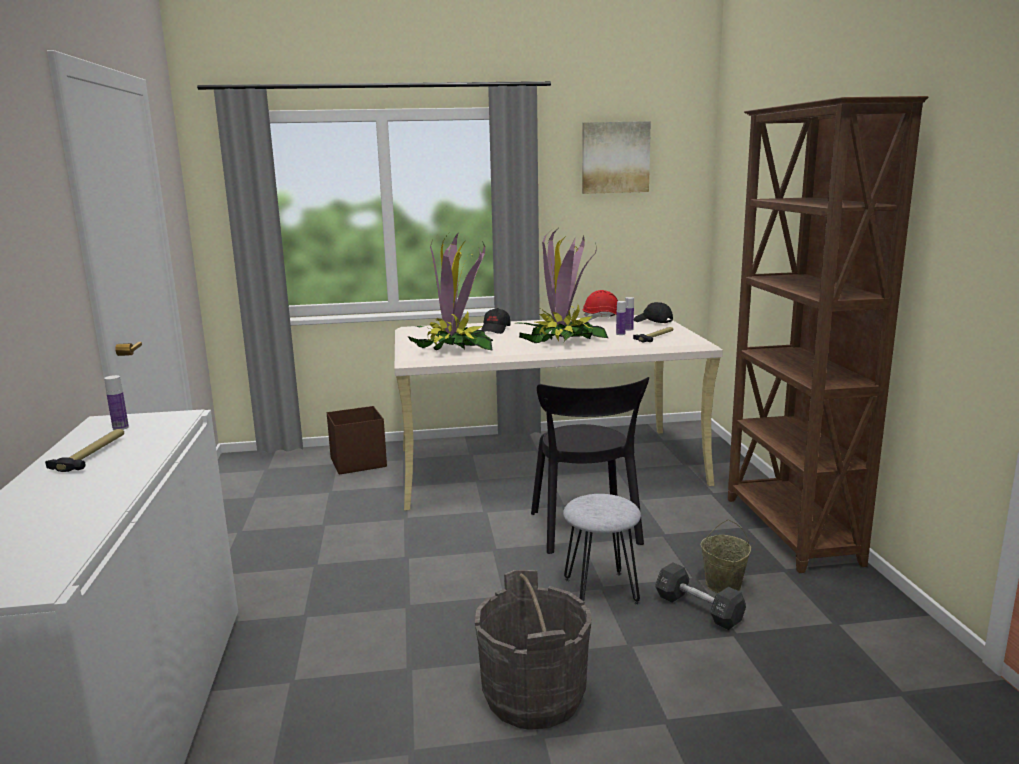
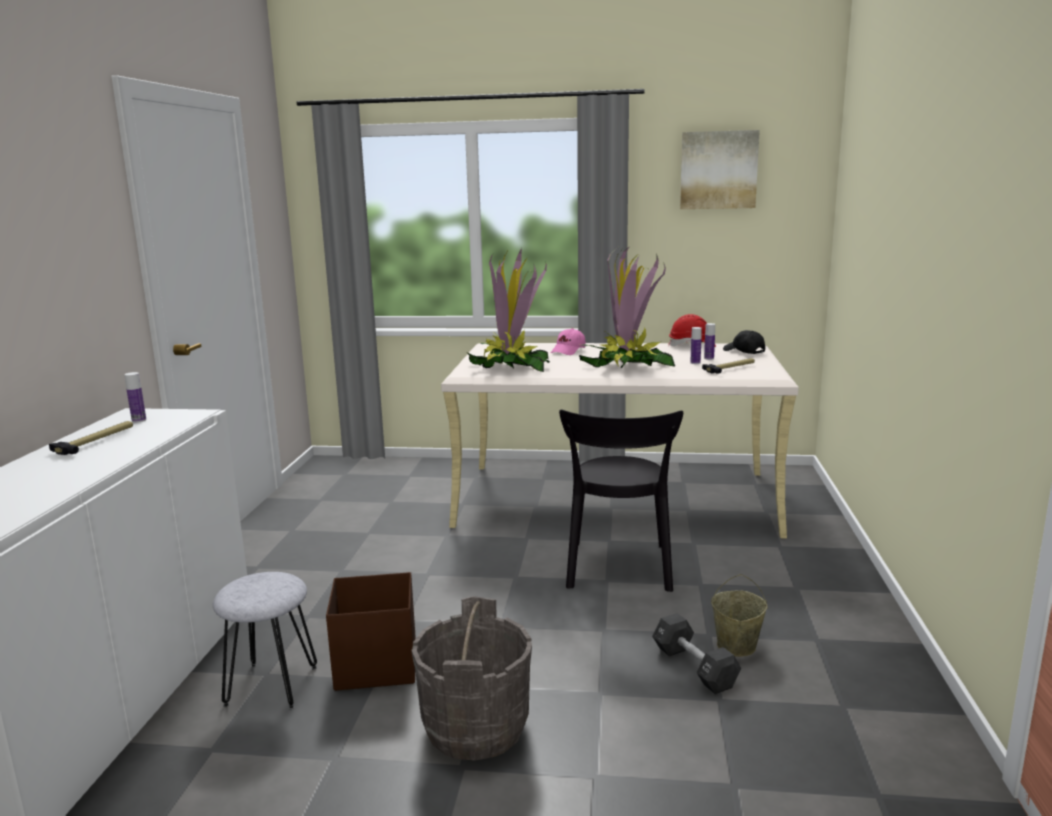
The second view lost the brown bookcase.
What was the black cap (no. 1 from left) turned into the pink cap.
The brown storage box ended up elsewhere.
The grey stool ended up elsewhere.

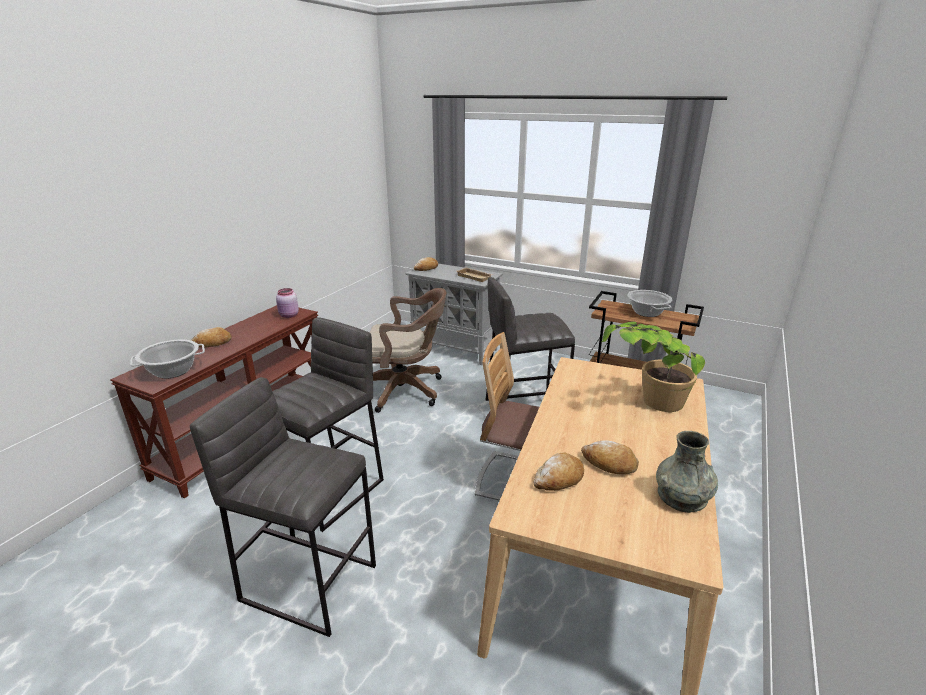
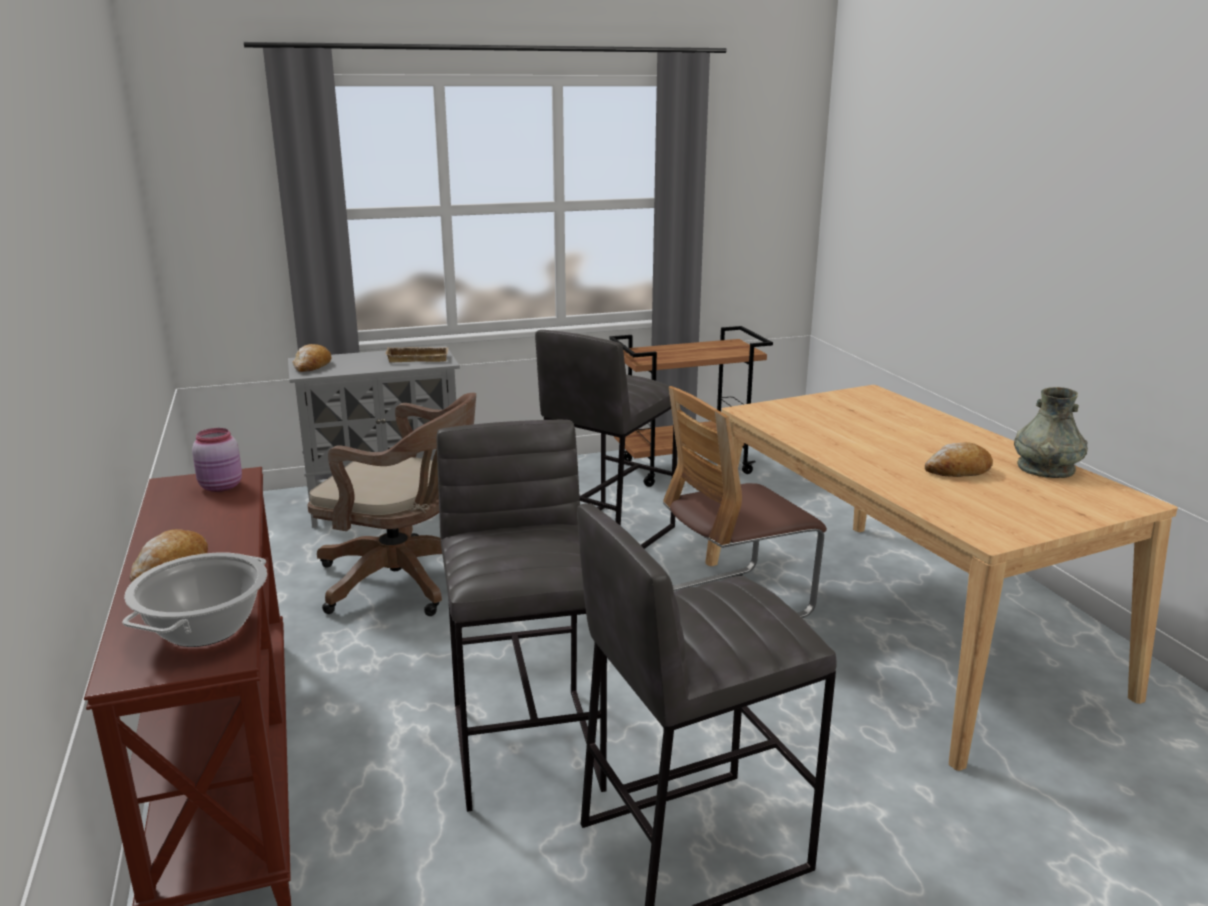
The brown office chair ended up facing another way, 60 degrees clockwise from before.
The second view lost the cooking pot (no. 2 from left).
The second view lost the potted plant.
The second view lost the bread (no. 3 from left).

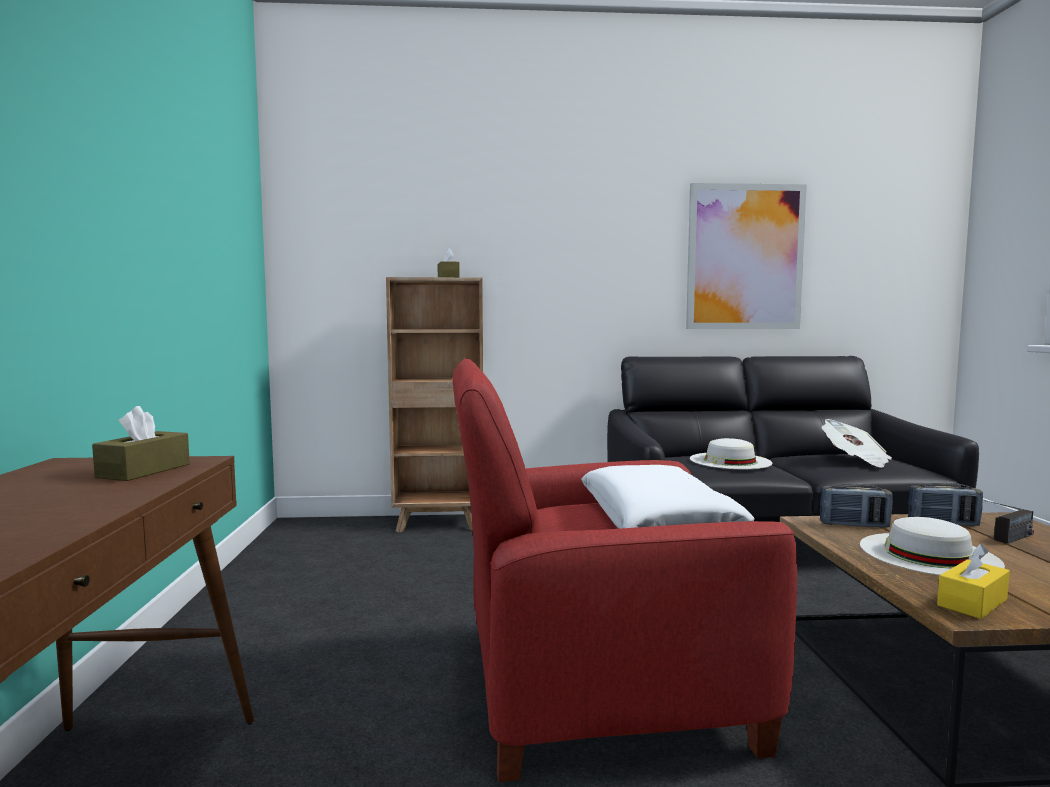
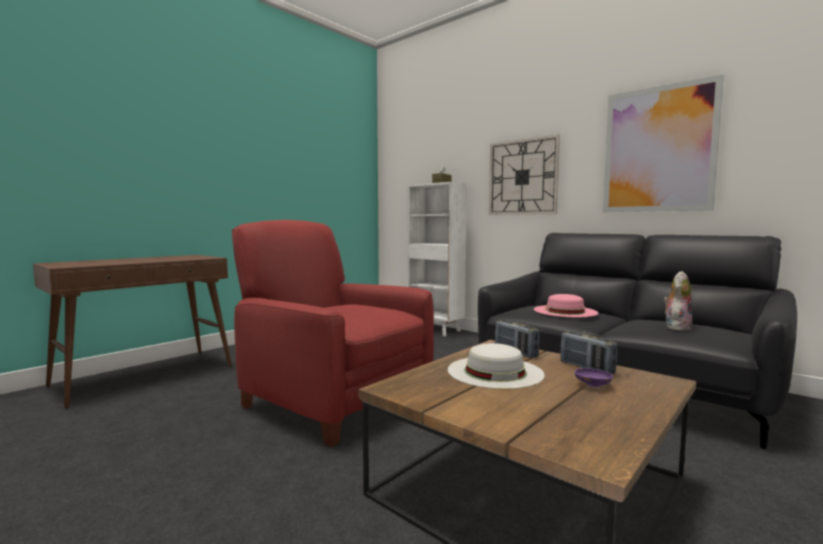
What was the brown bookcase turned into the white bookcase.
The second view lost the brown tissue box (no. 1 from left).
Where the newspaper stood, the plush toy came to stand.
What was the white hat (no. 1 from left) turned into the pink hat.
The second view lost the white pillow.
Where the radio (no. 3 from left) stood, the purple bowl came to stand.
The second view lost the yellow tissue box.
The second view gained the wall clock.

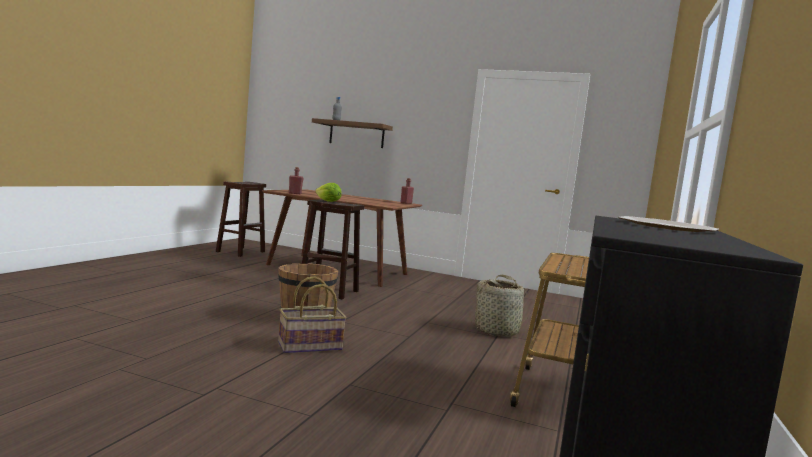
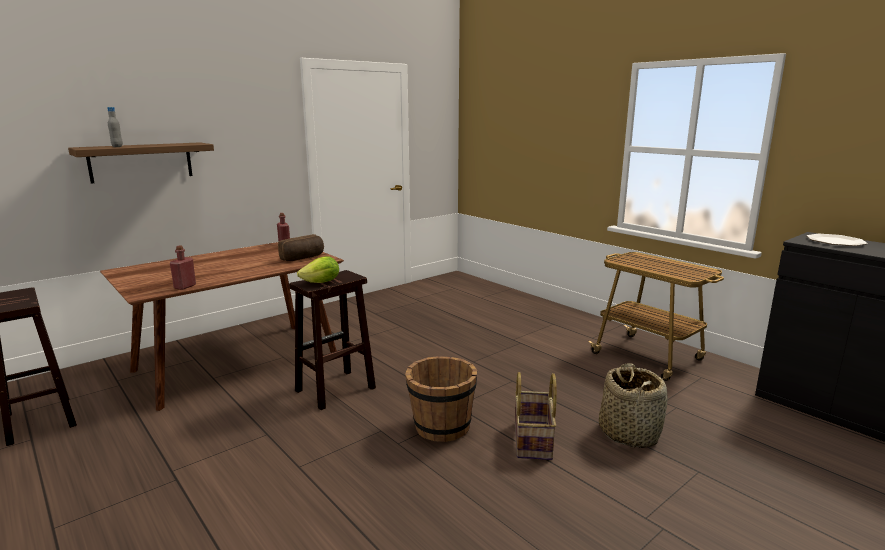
The basket (no. 2 from left) ended up elsewhere.
The second view gained the bread.

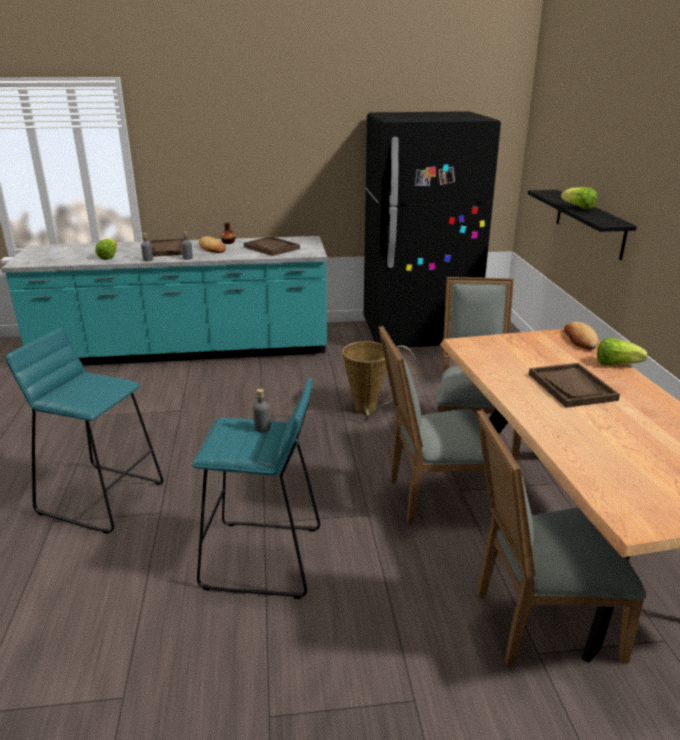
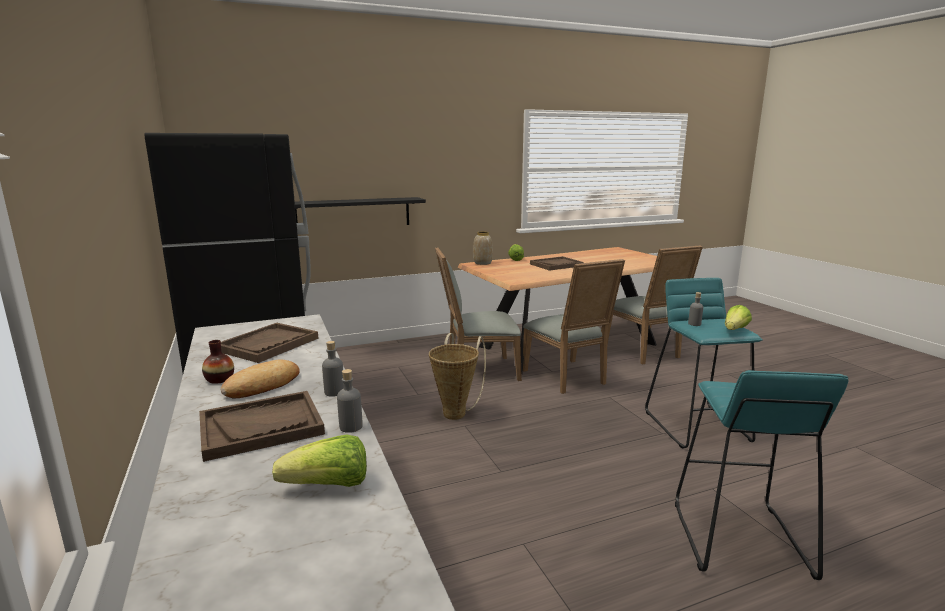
The lettuce (no. 2 from left in the first image) ended up elsewhere.
Where the bread (no. 2 from left) stood, the vase (no. 2 from left) came to stand.

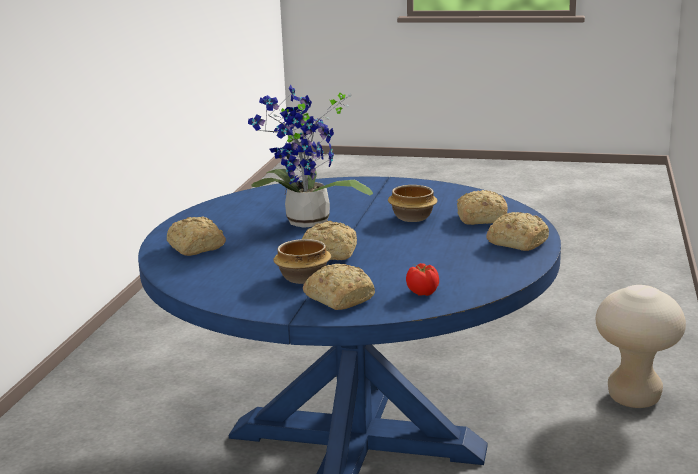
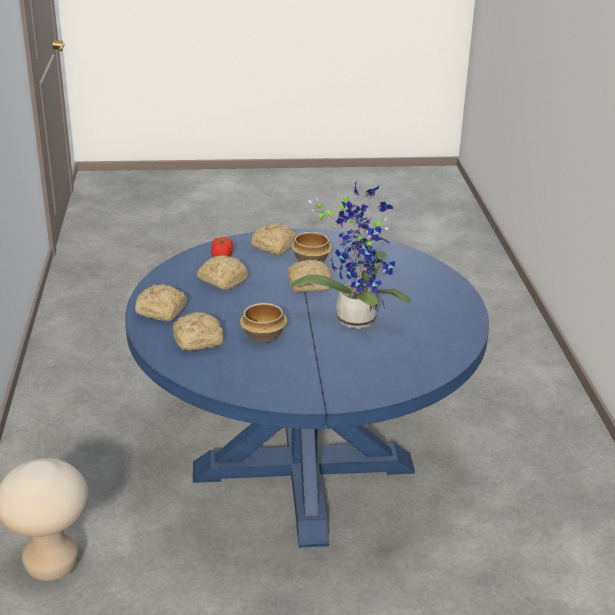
The bread (no. 1 from left in the first image) ended up elsewhere.

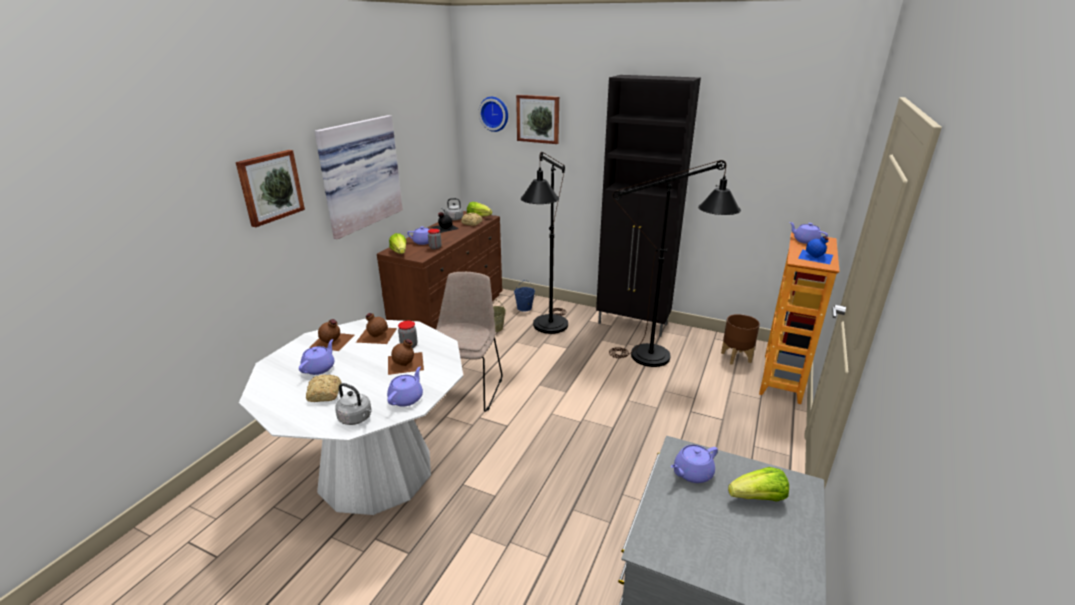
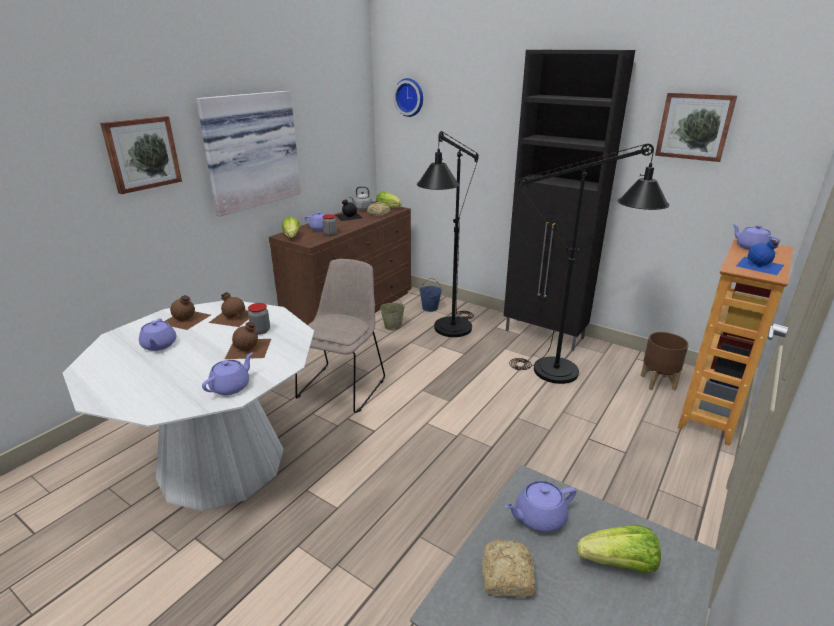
The picture (no. 3 from left) ended up elsewhere.
The purple teapot (no. 1 from left) ended up facing another way, 135 degrees clockwise from before.
The bread (no. 1 from left in the first image) ended up elsewhere.
The second view lost the grey kettle (no. 1 from left).

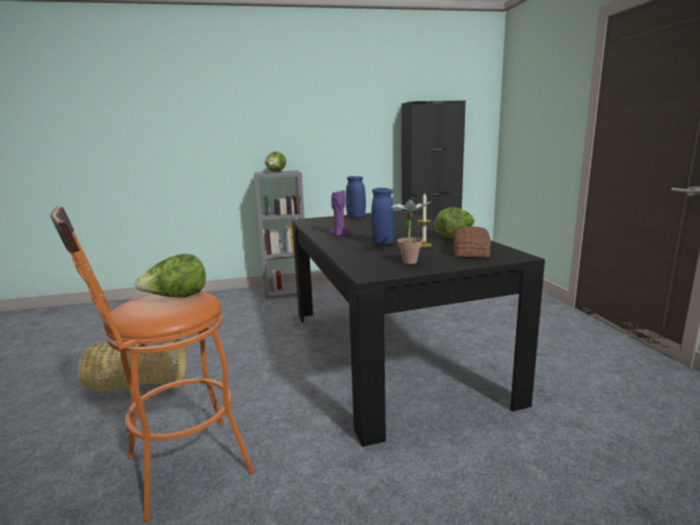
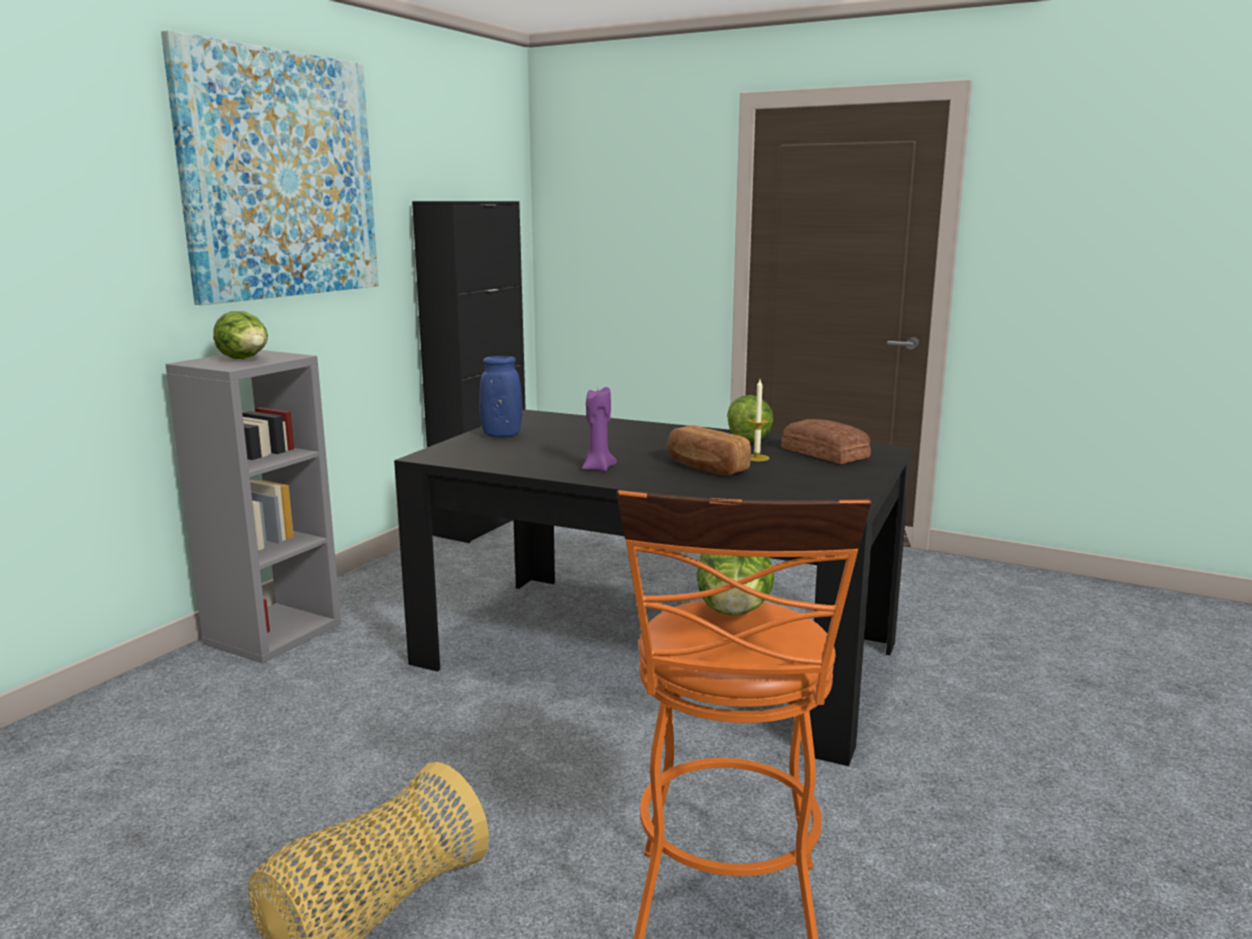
Where the blue vase (no. 2 from left) stood, the bread (no. 1 from left) came to stand.
The second view lost the potted plant.
The second view gained the picture.

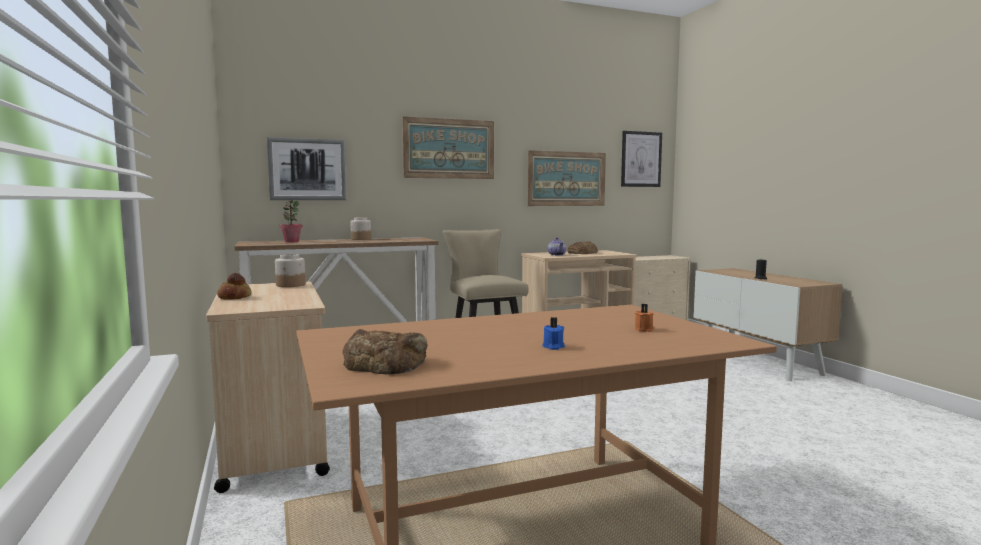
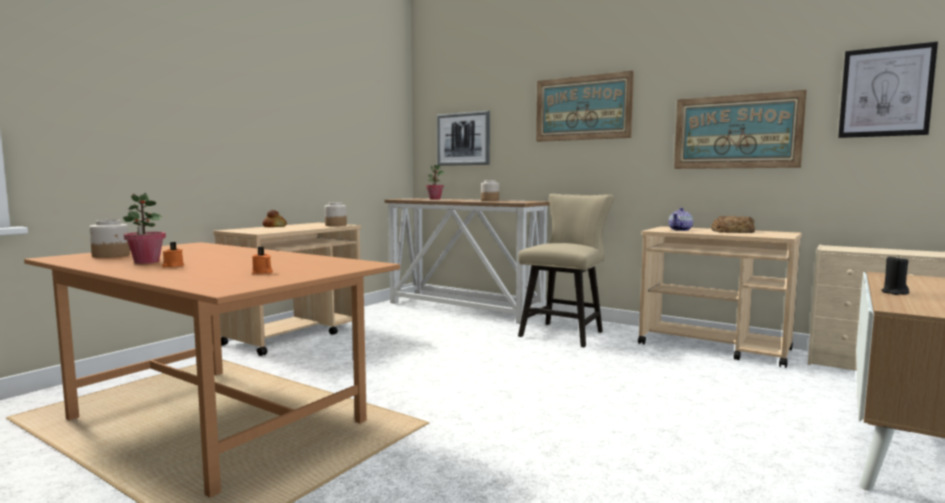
What was the blue candle turned into the orange candle (no. 1 from left).
Where the bread (no. 2 from left) stood, the jar (no. 1 from left) came to stand.
The second view gained the potted plant (no. 1 from left).

